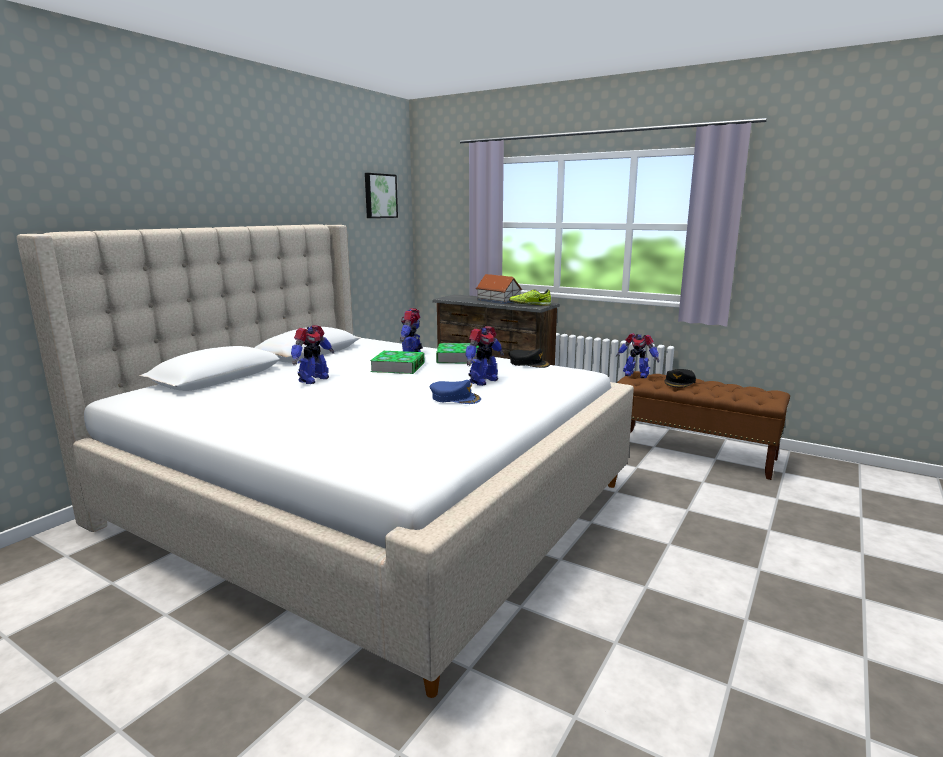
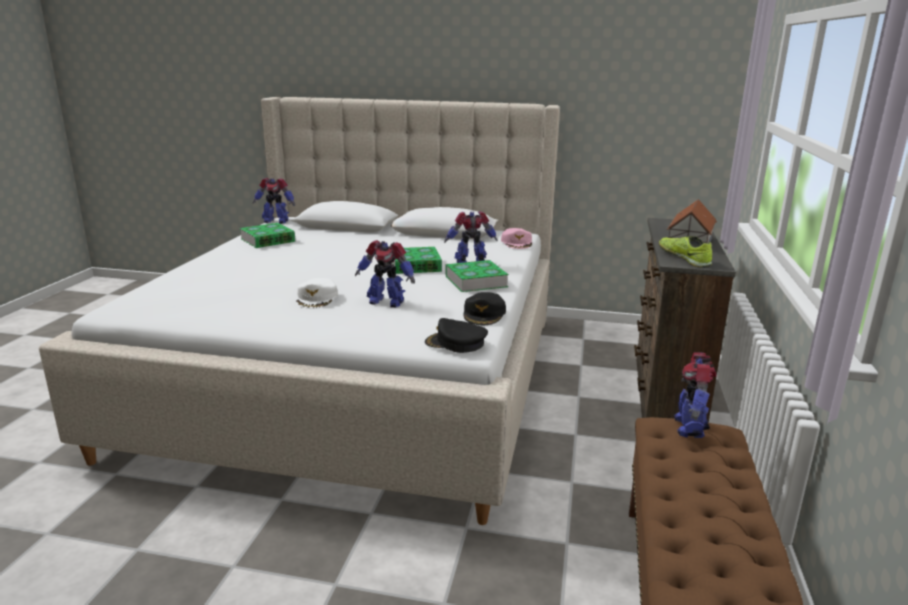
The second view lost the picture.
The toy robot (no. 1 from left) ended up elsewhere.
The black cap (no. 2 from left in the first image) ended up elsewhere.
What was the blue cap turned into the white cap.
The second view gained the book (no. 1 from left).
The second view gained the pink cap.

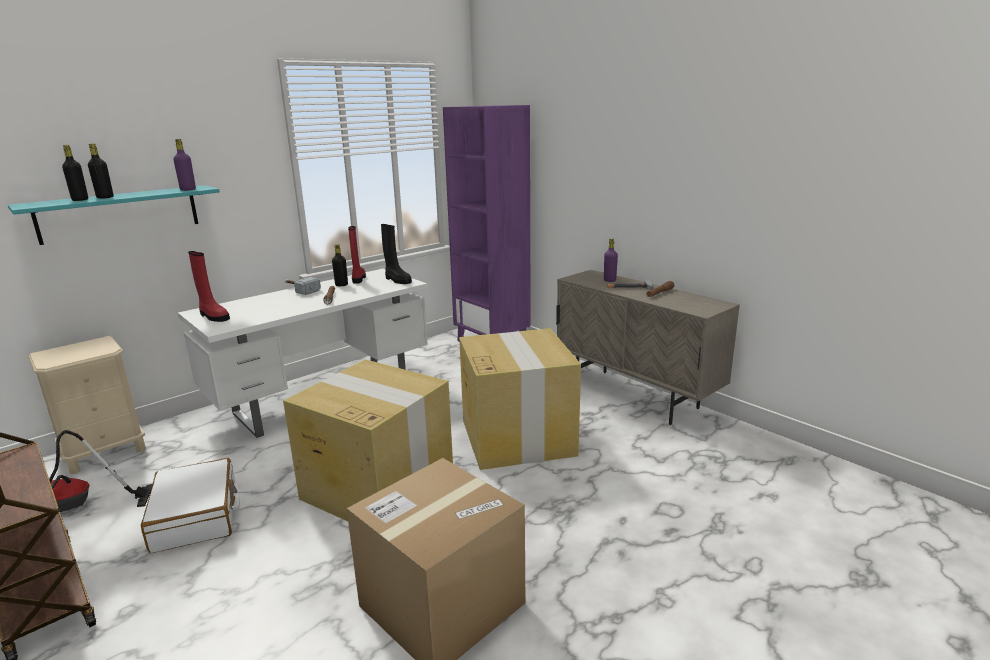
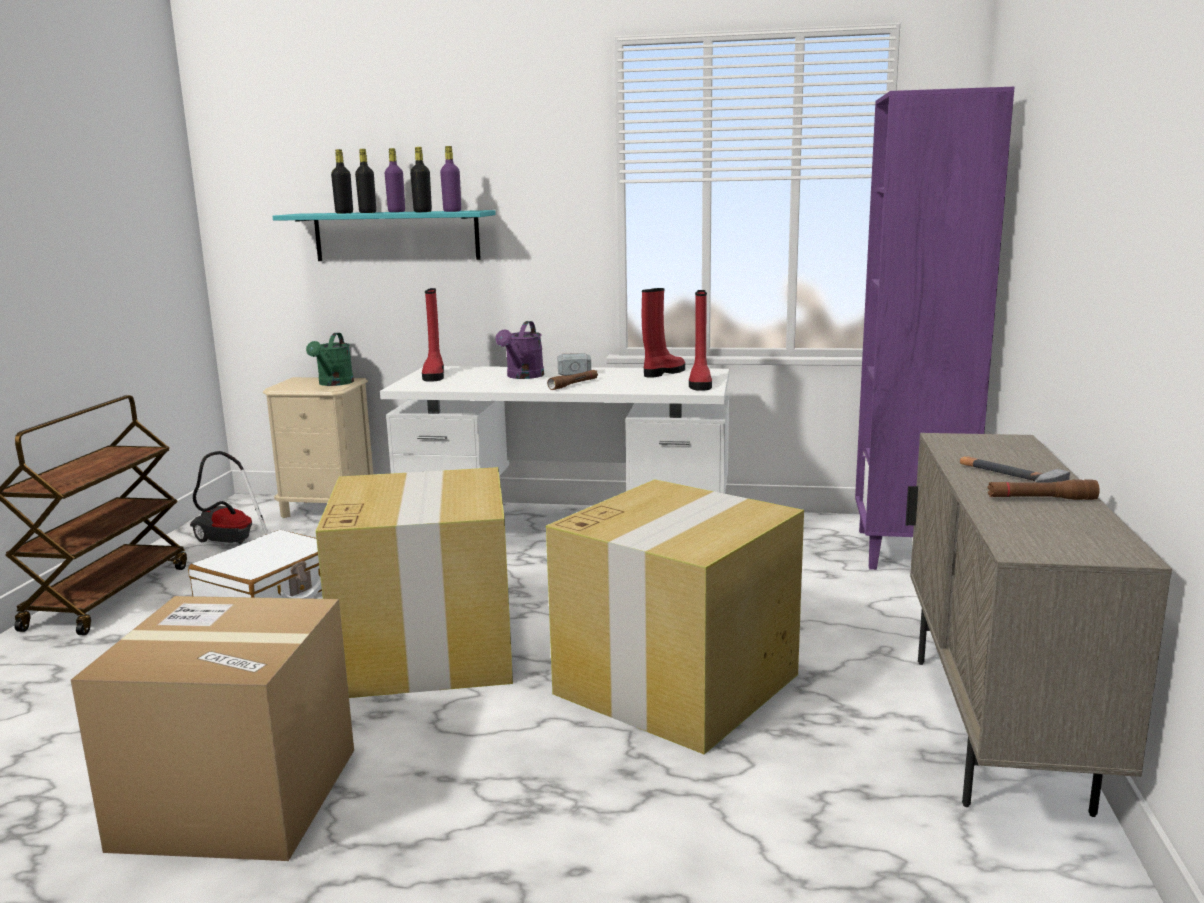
What was the black boot turned into the red boot (no. 3 from left).
The purple bottle (no. 2 from left in the first image) ended up elsewhere.
The black bottle (no. 3 from left) ended up elsewhere.
The second view gained the purple watering can.
The second view gained the green watering can.

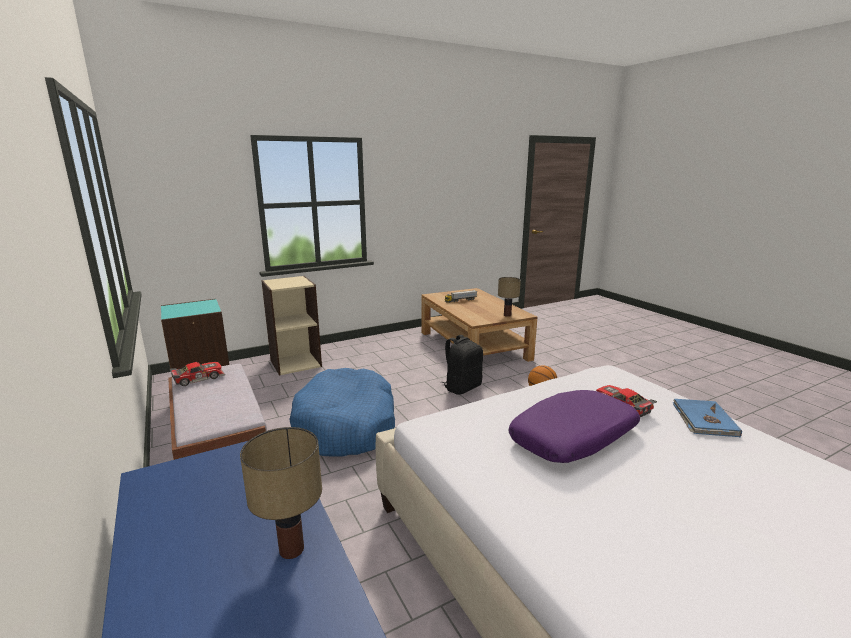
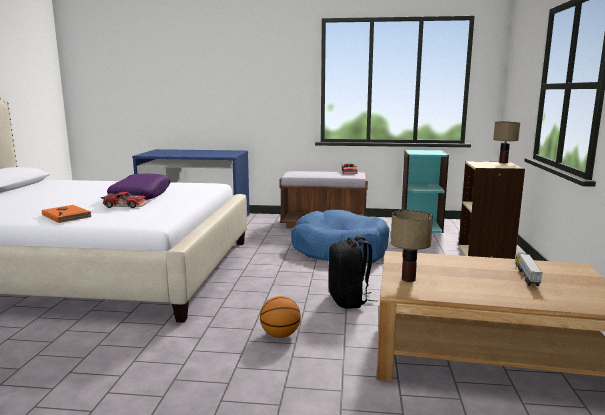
What was the blue book turned into the orange book.
The table lamp (no. 1 from left in the first image) ended up elsewhere.

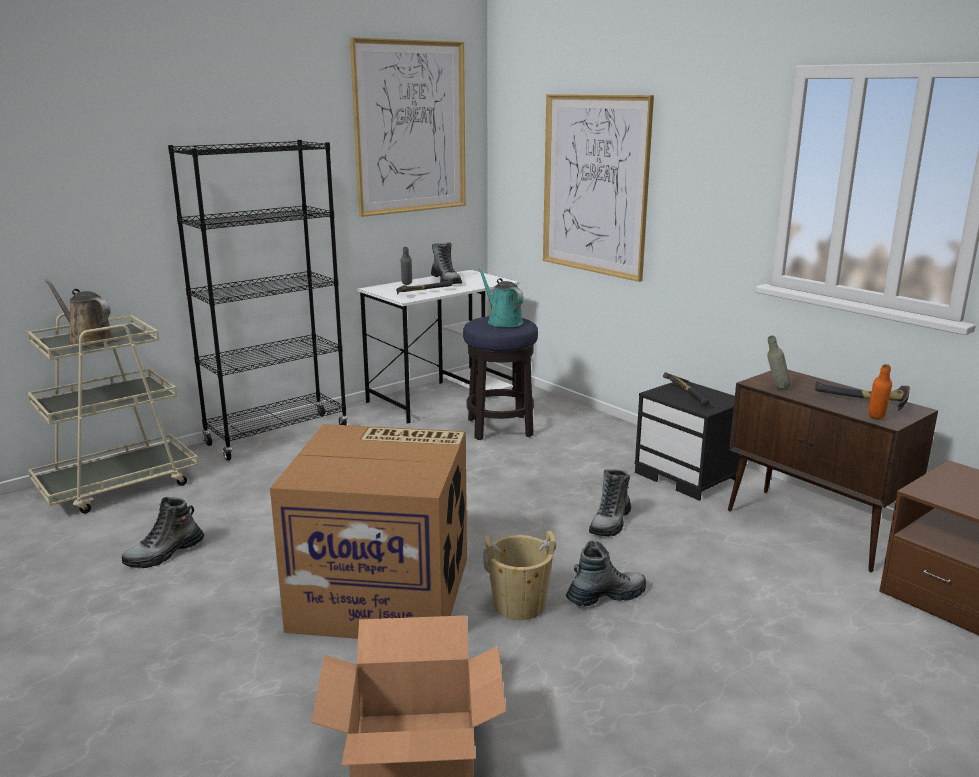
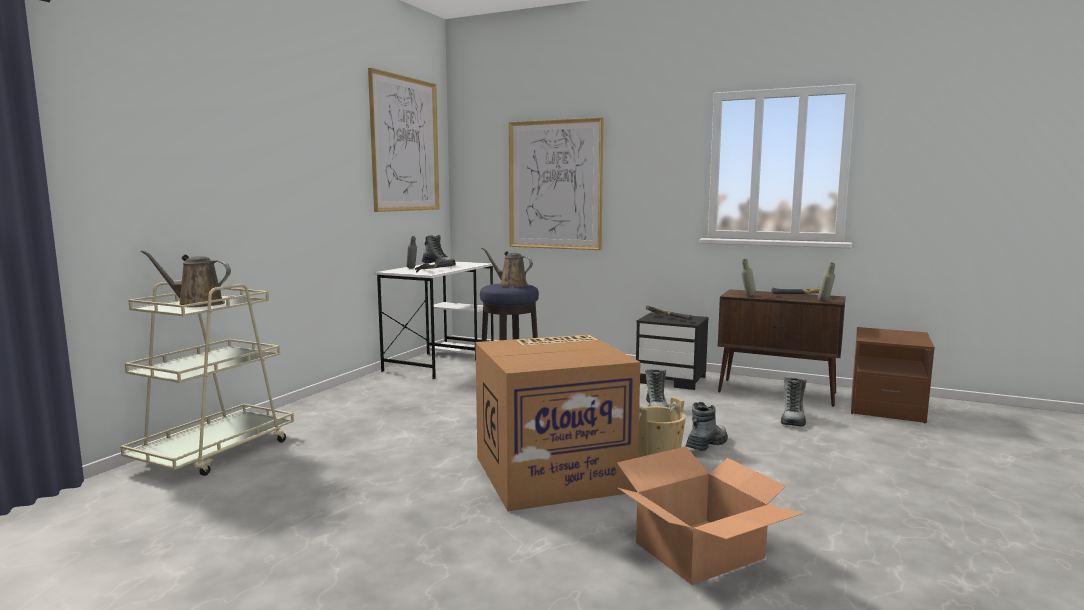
The second view lost the black bookcase.
What was the turquoise watering can turned into the brown watering can (no. 2 from left).
What was the orange bottle turned into the grey bottle (no. 3 from left).
The boot (no. 1 from left in the first image) ended up elsewhere.

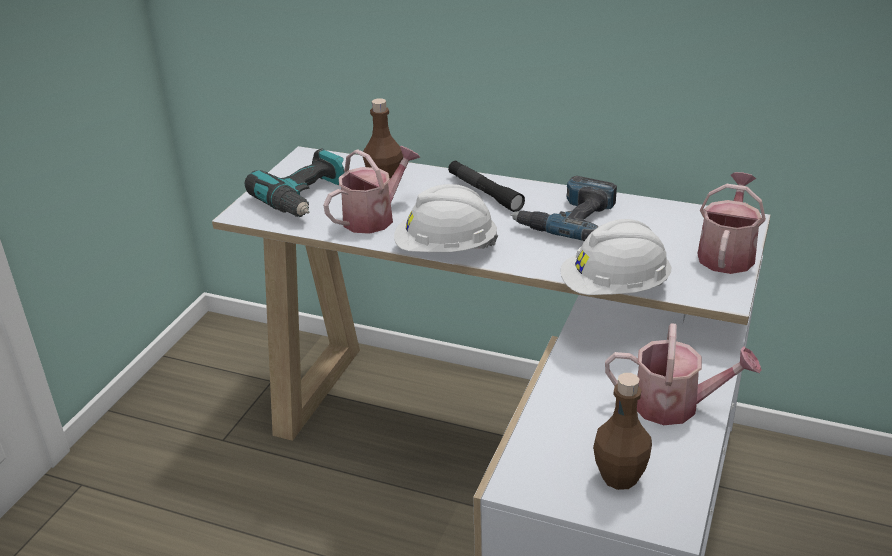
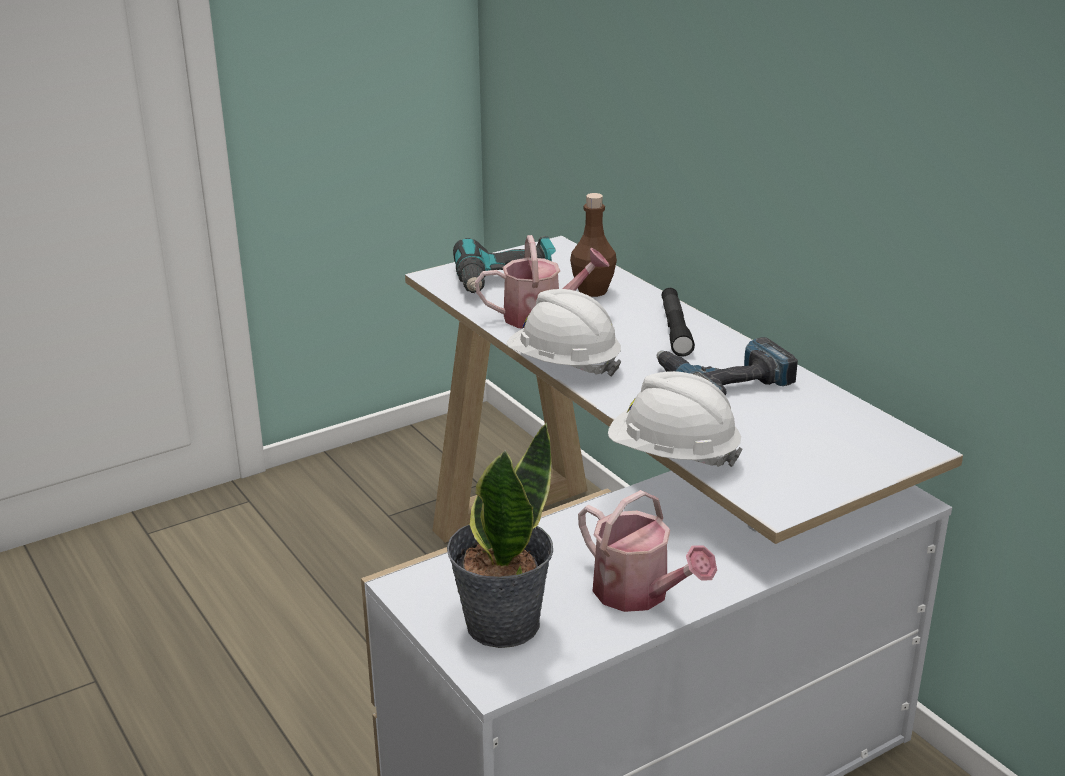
The second view lost the watering can (no. 3 from left).
Where the brown bottle (no. 2 from left) stood, the potted plant came to stand.

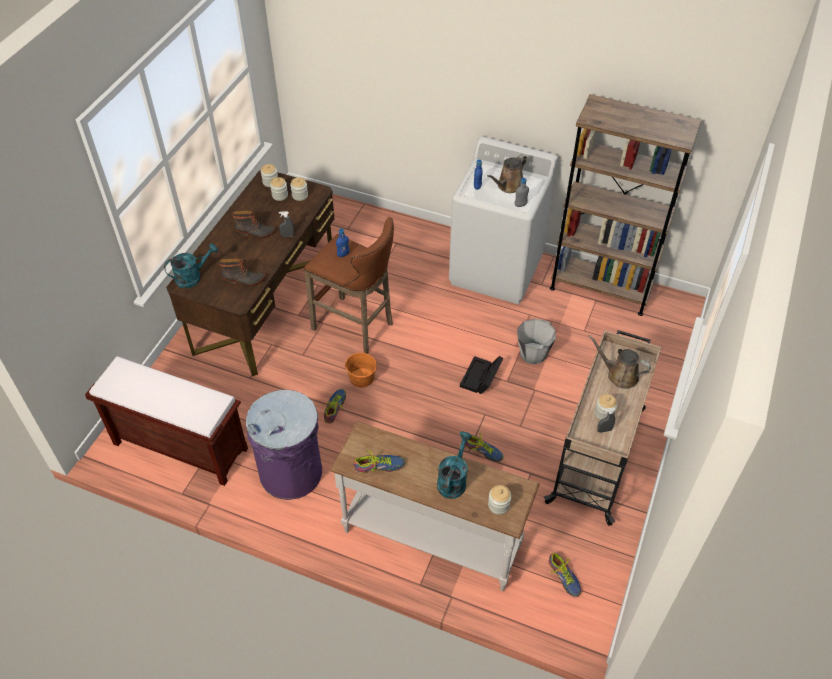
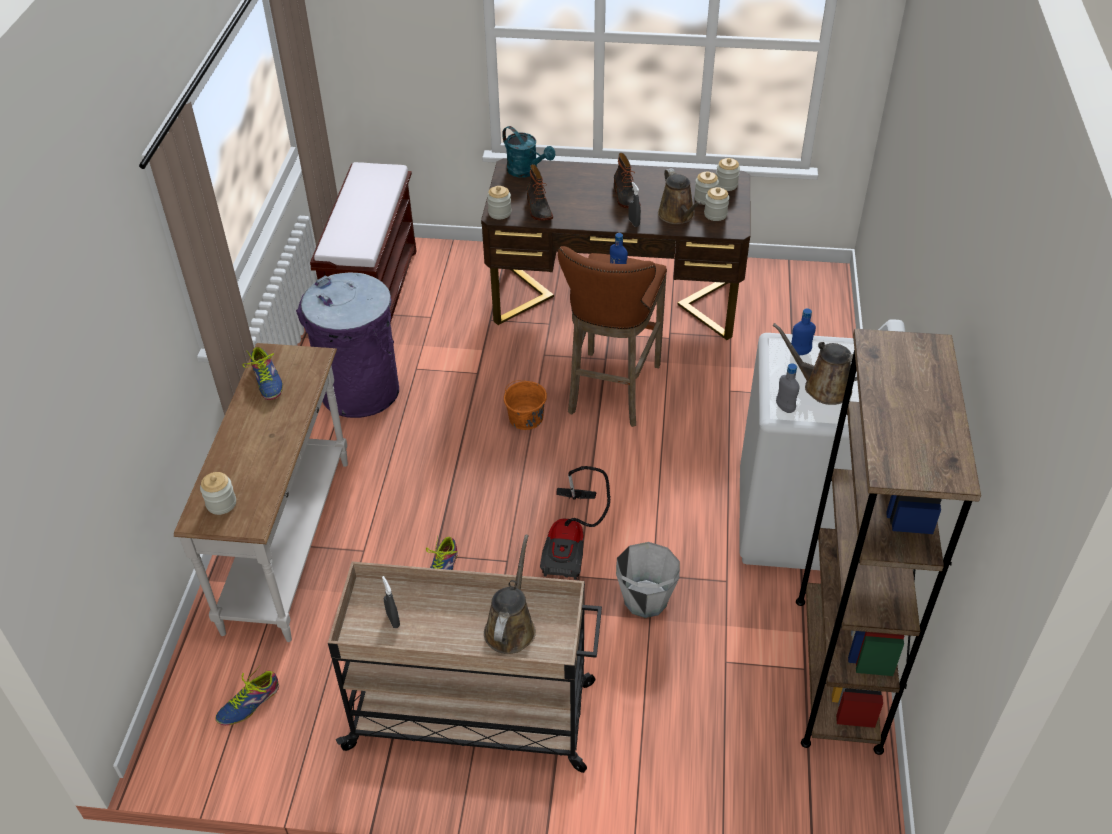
Where the black storage box stood, the vacuum cleaner came to stand.
The second view lost the shoe (no. 1 from left).
The jar (no. 5 from left in the first image) ended up elsewhere.
The second view lost the turquoise watering can (no. 2 from left).
The second view gained the brown watering can (no. 2 from left).

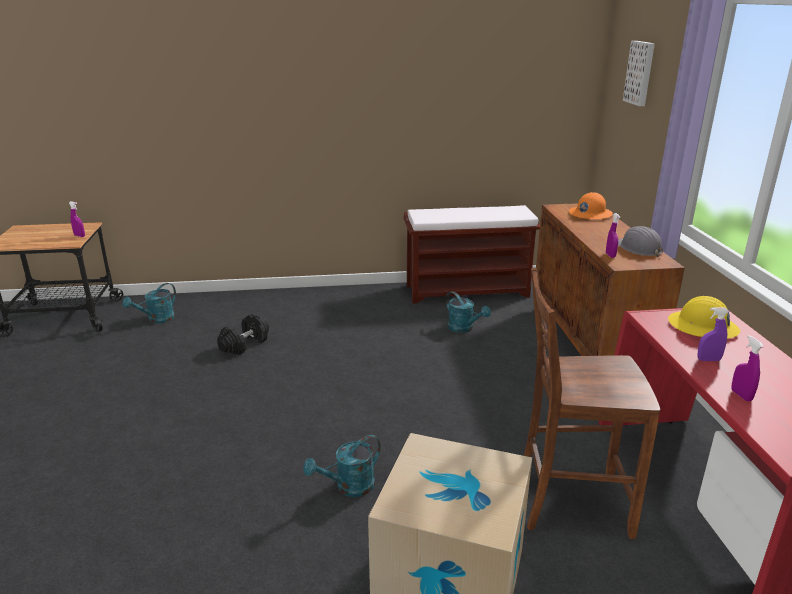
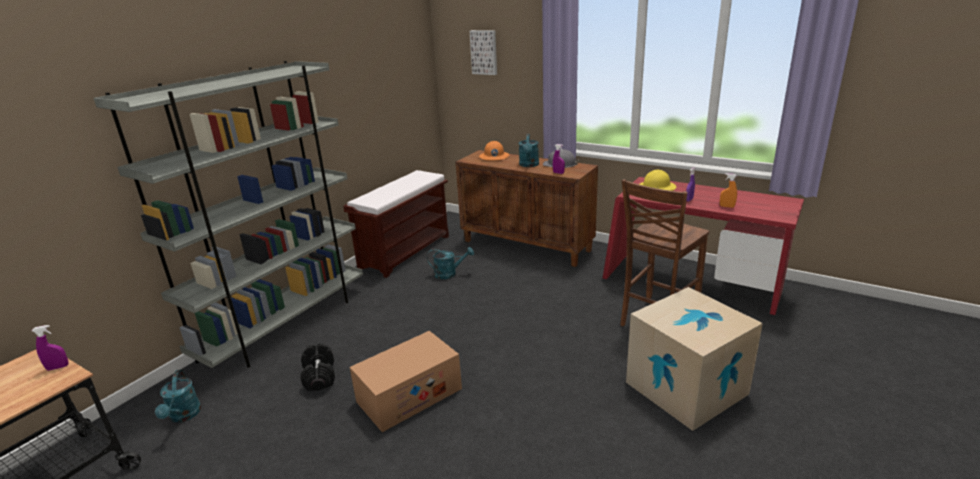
What was the purple spray bottle (no. 4 from left) turned into the orange spray bottle.
The turquoise watering can (no. 2 from left in the first image) ended up elsewhere.
The second view gained the grey bookcase.
The second view gained the cardboard box (no. 1 from left).

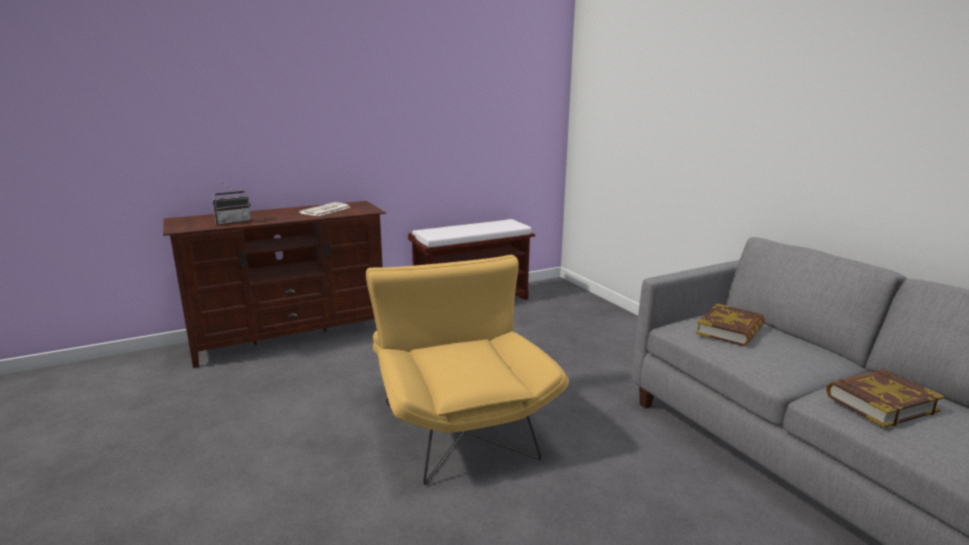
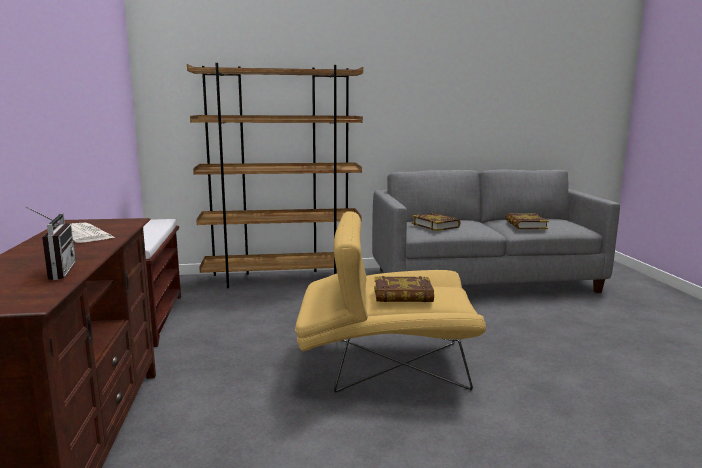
The second view gained the brown bookcase.
The second view gained the book (no. 1 from left).

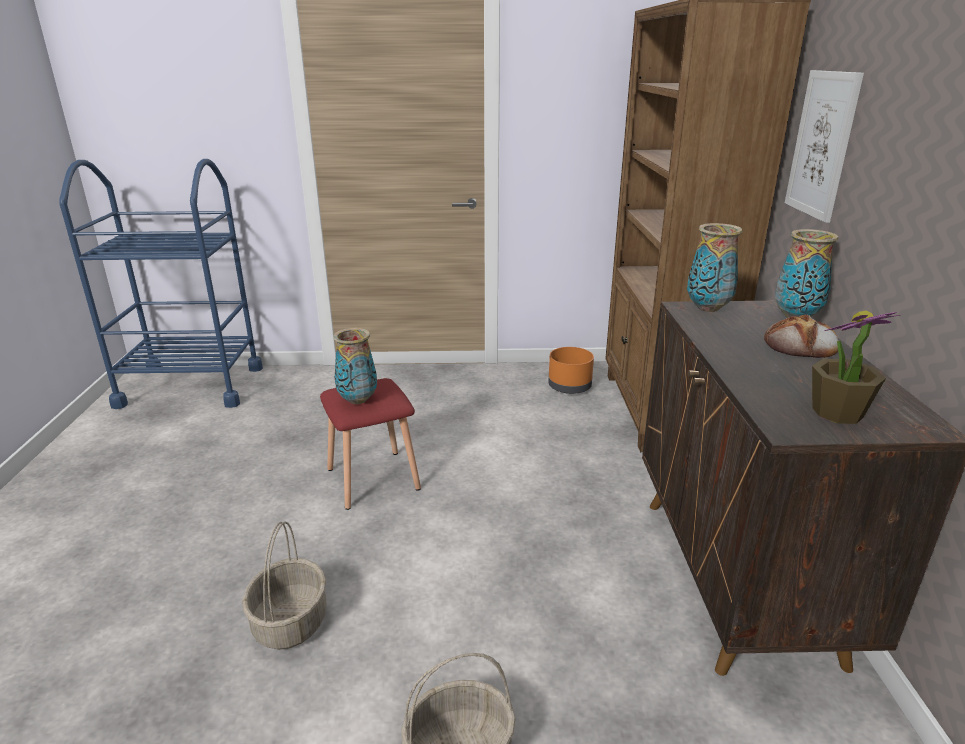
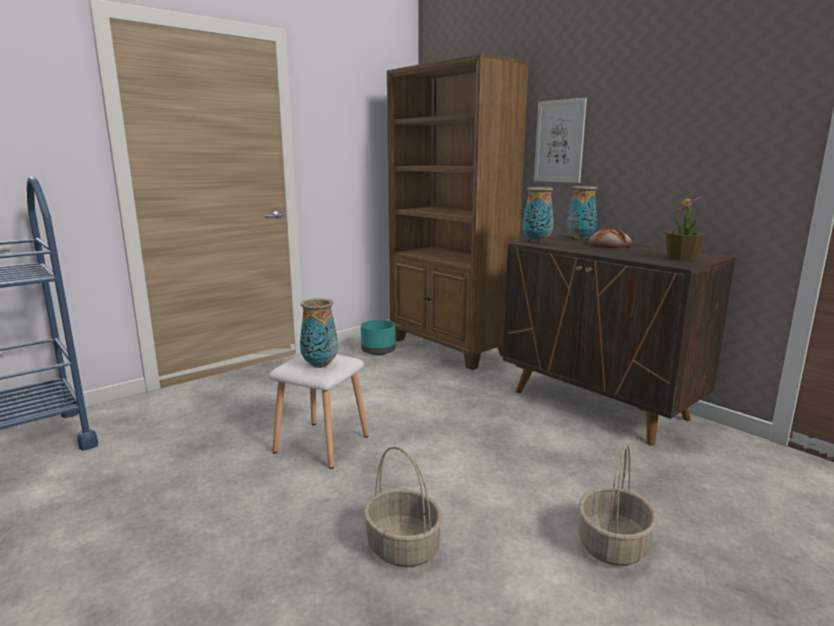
What was the orange planter turned into the turquoise planter.
What was the red stool turned into the white stool.

